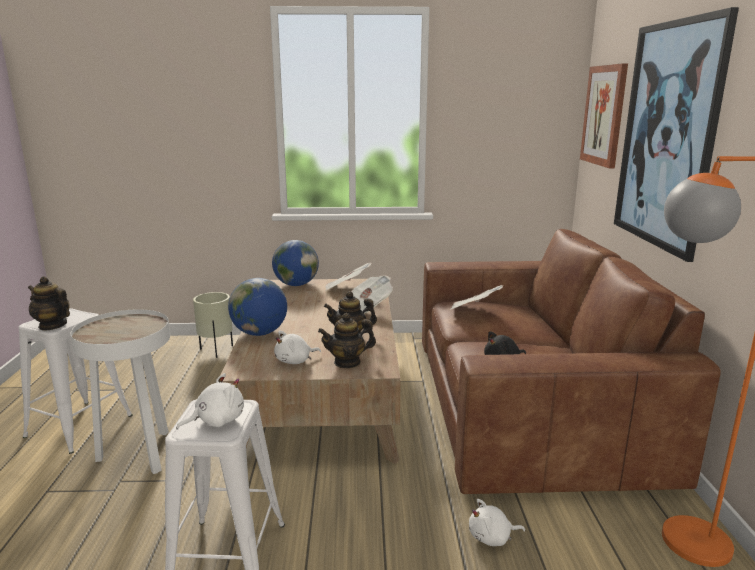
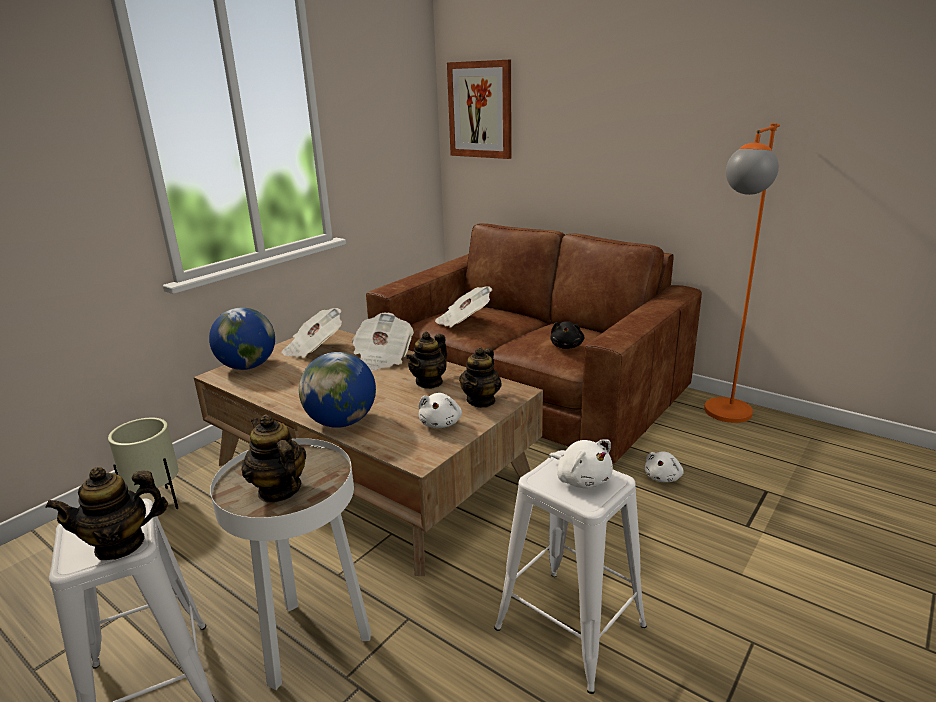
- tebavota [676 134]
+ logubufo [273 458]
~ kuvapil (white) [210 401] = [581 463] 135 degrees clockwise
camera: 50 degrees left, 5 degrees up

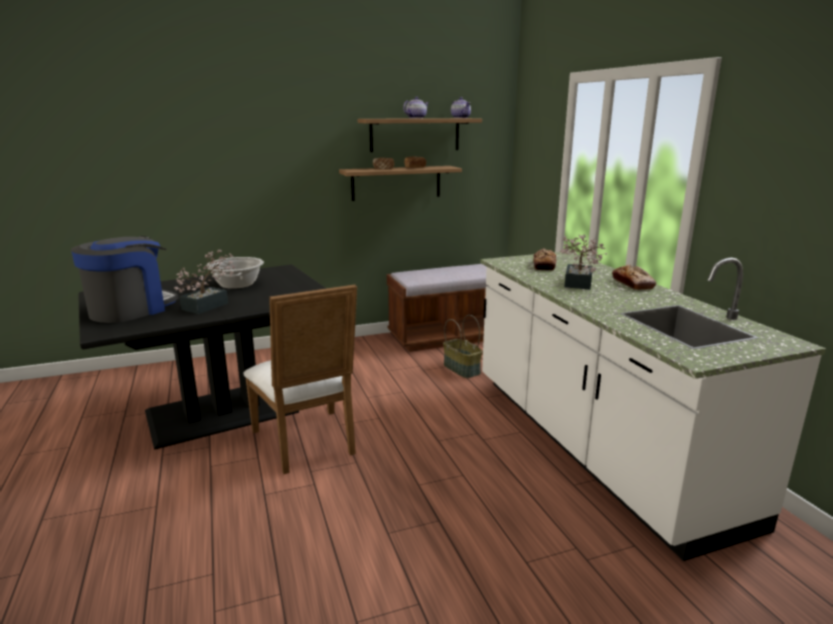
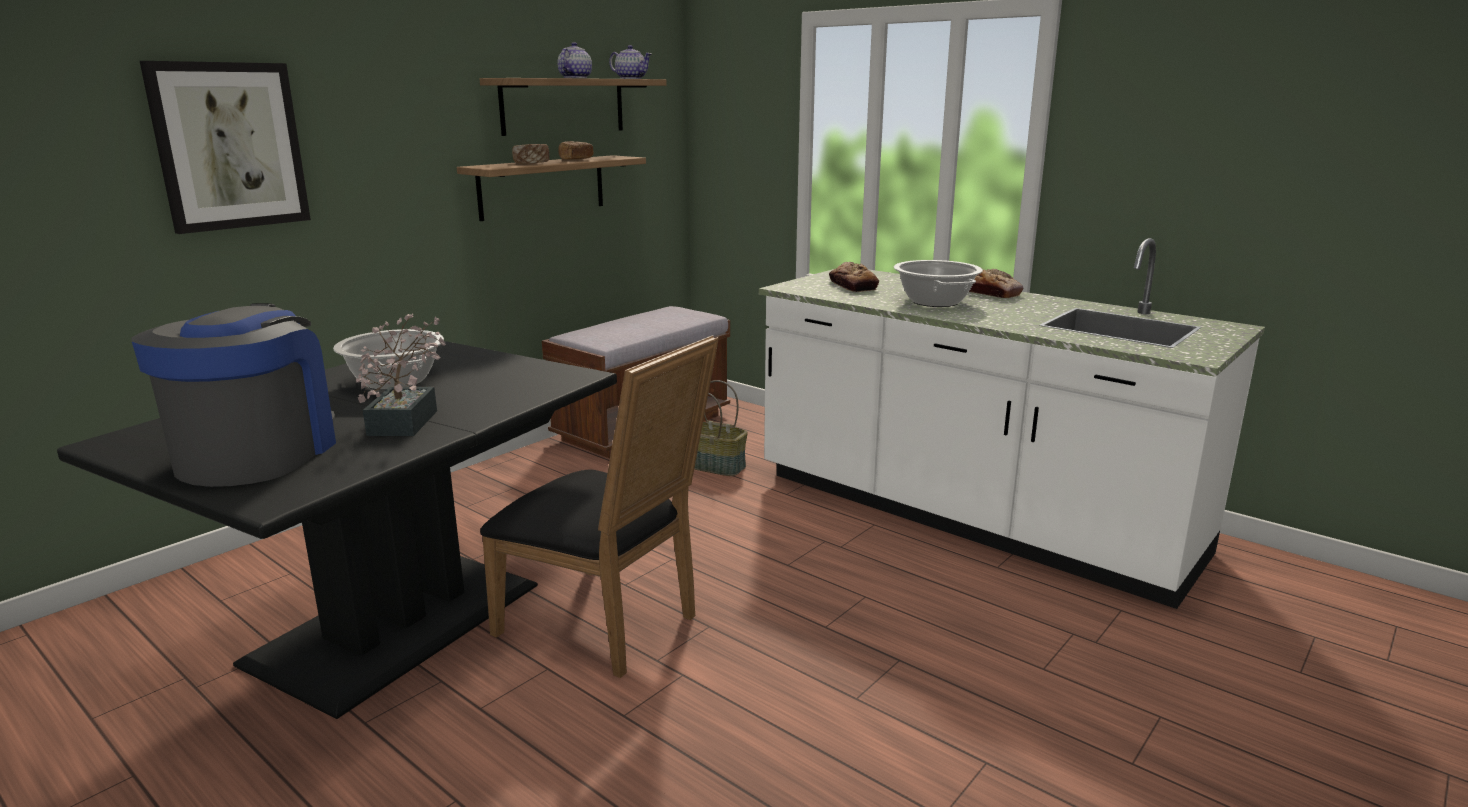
+ tebavota [225 147]
~ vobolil [583 261] to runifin [938 283]
~ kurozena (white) [300 379] to kurozena (black) [599 506]
camera: 30 degrees left, 0 degrees up

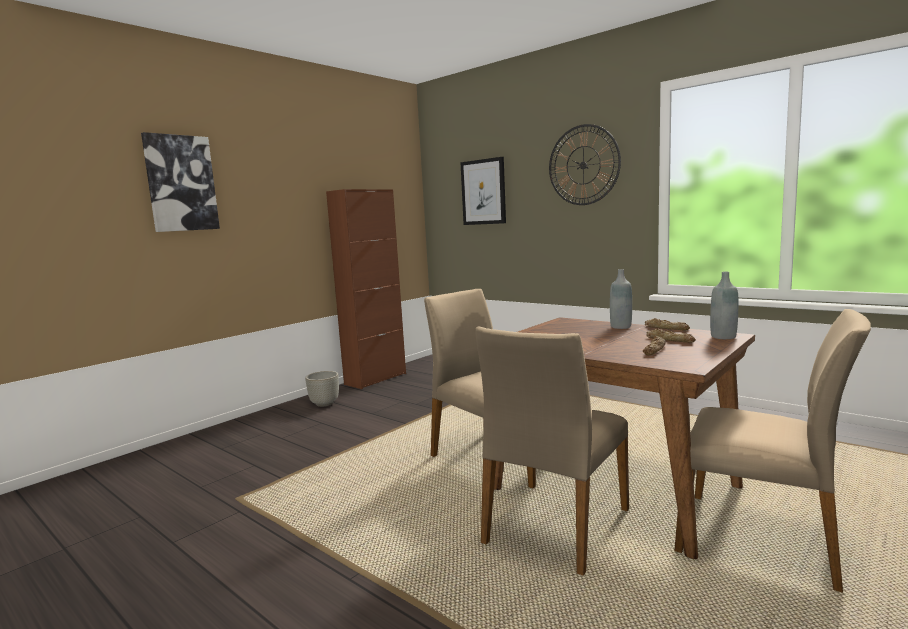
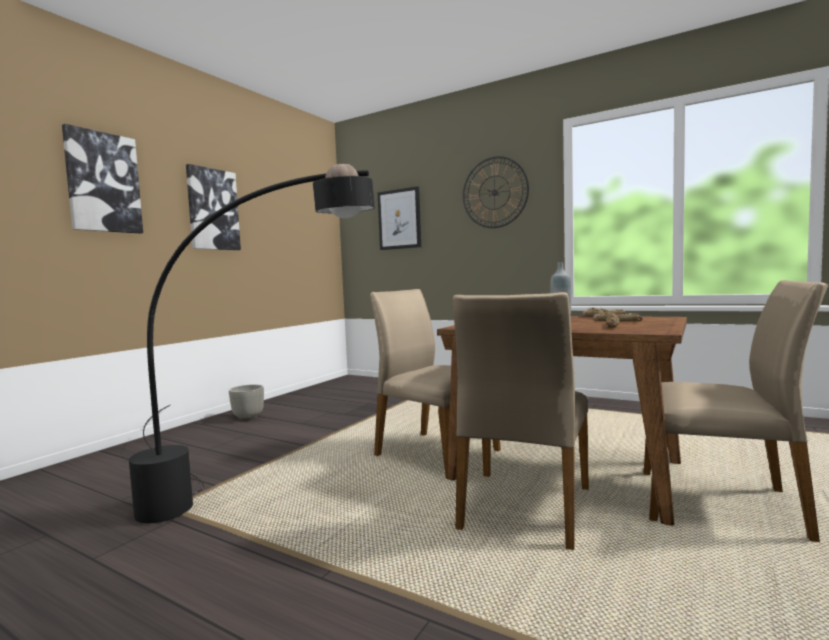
- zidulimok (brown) [366 289]
- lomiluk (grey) [724 305]
+ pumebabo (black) [252 343]
+ tebavota [213 207]
camera: 10 degrees left, 5 degrees down

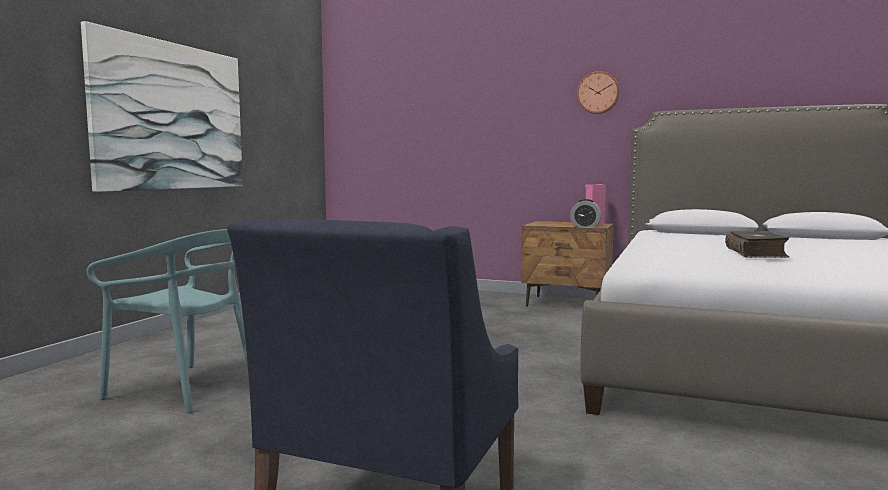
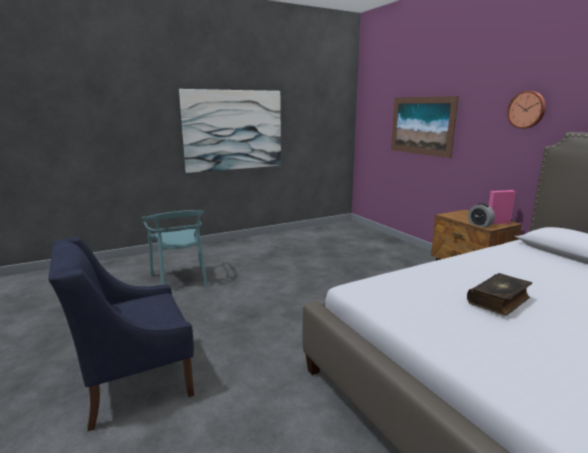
+ tebavota [425 127]
camera: 40 degrees right, 10 degrees up

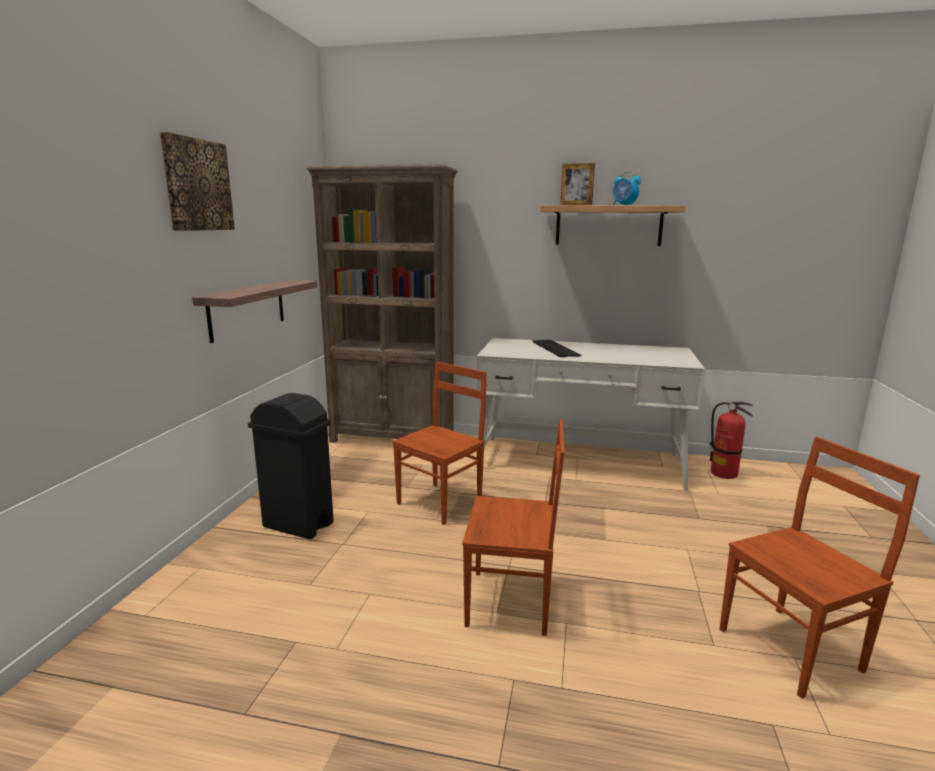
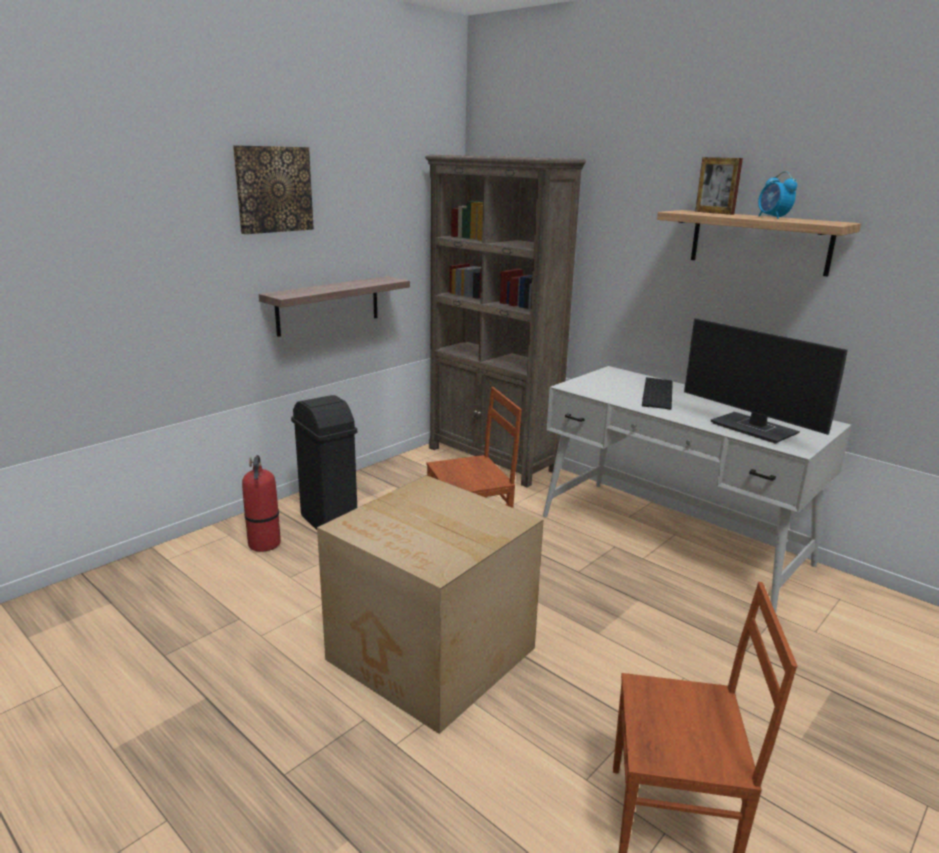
+ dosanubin [766 381]
~ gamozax [731 440] to [261 503]
~ kurozena (brown) [513 527] to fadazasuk [430 604]
camera: 30 degrees right, 5 degrees up

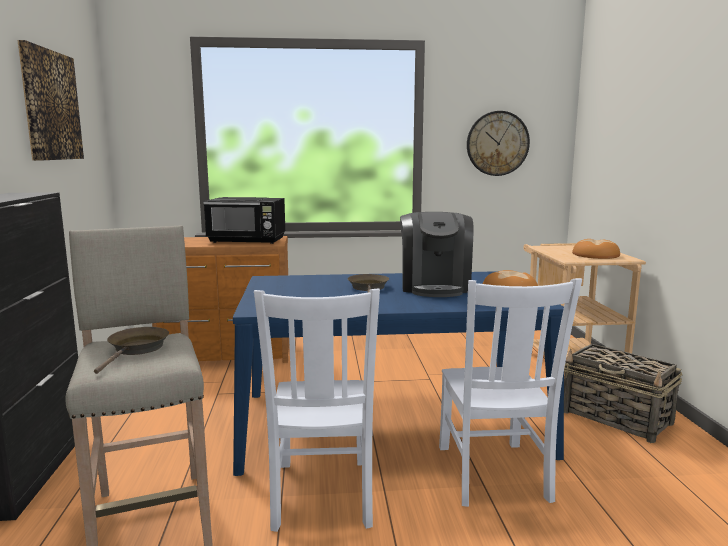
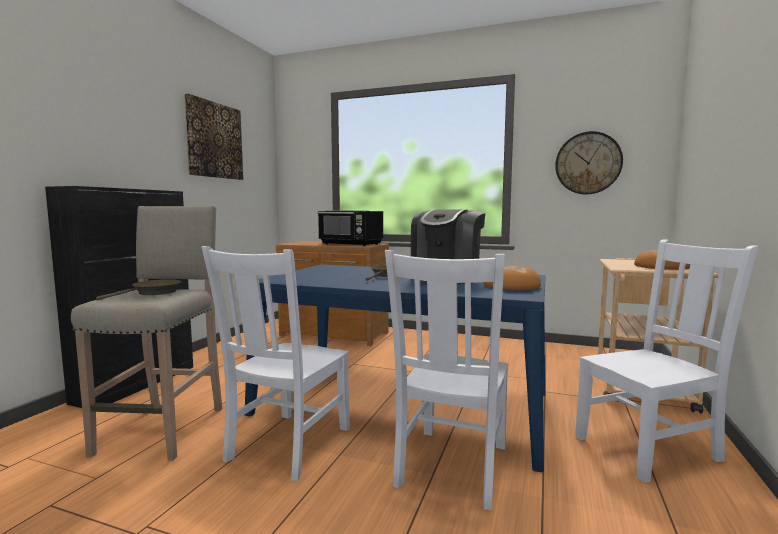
~ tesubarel [623 393] to kurozena (white) [666 361]
camera: 25 degrees right, 5 degrees down

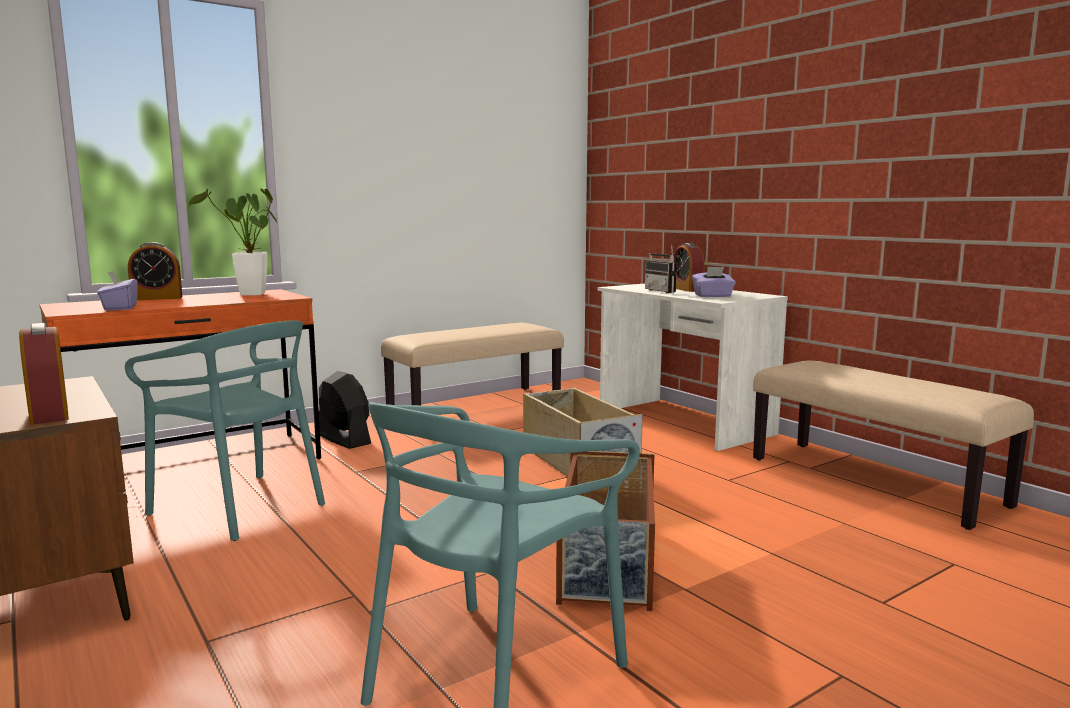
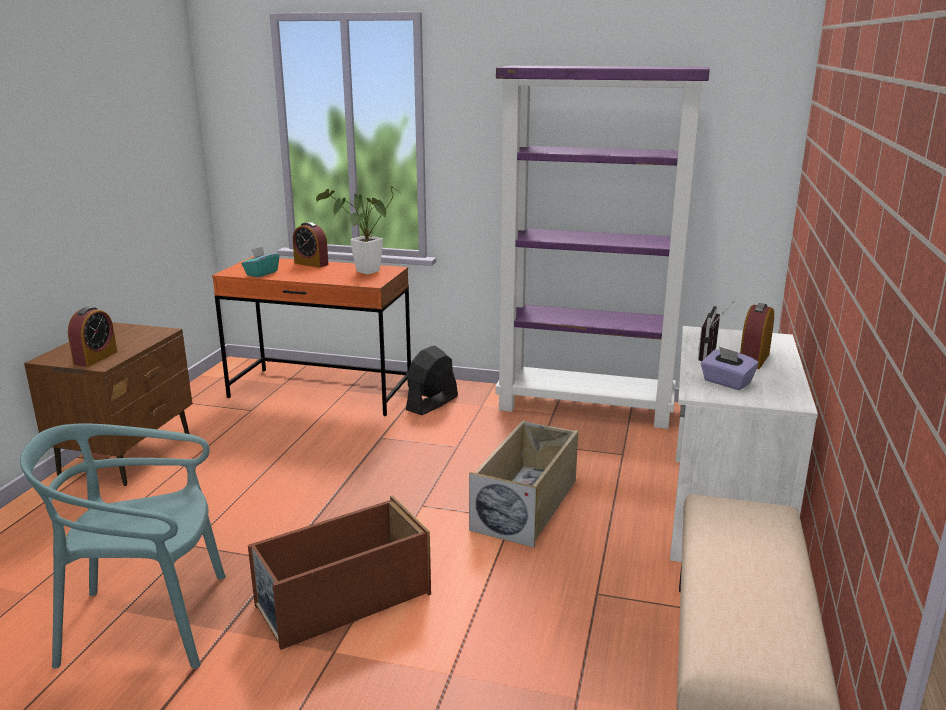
- kurozena (turquoise) [225 430]
~ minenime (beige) [472 364] to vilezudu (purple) [602 247]
~ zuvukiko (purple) [117 290] to zuvukiko (turquoise) [260 261]
~ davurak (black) [345 410] = [432 380] 150 degrees counterclockwise
camera: 50 degrees right, 10 degrees up

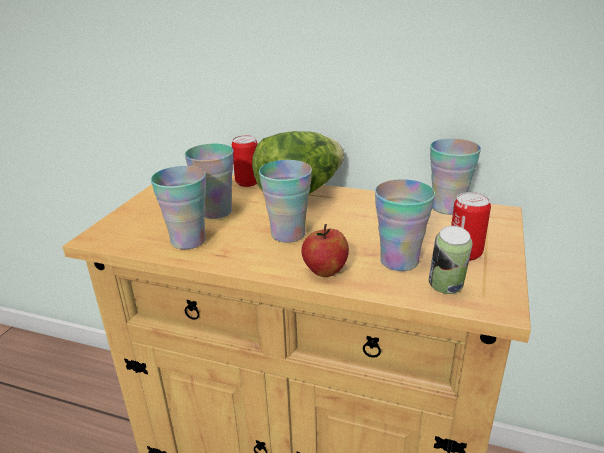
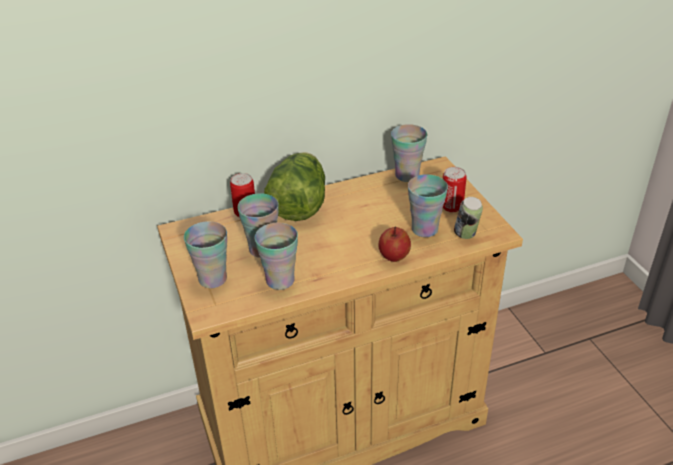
~ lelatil [285 201] to [205 254]
camera: 40 degrees left, 10 degrees up

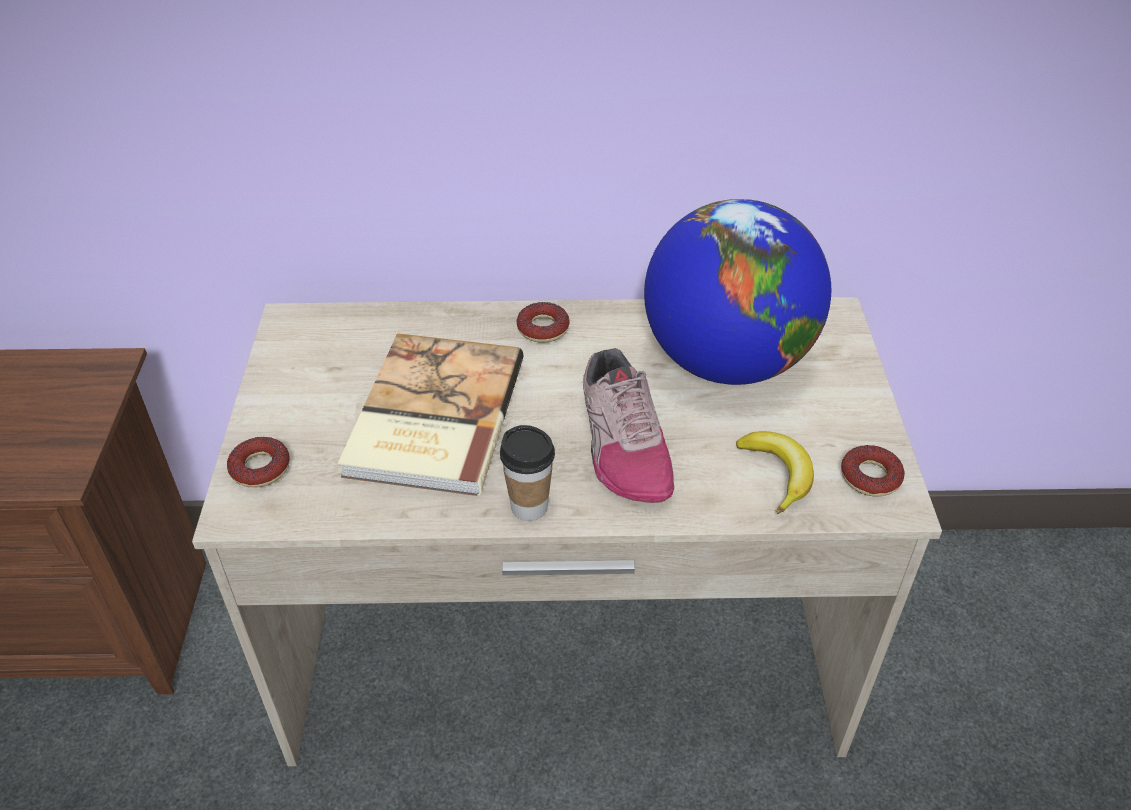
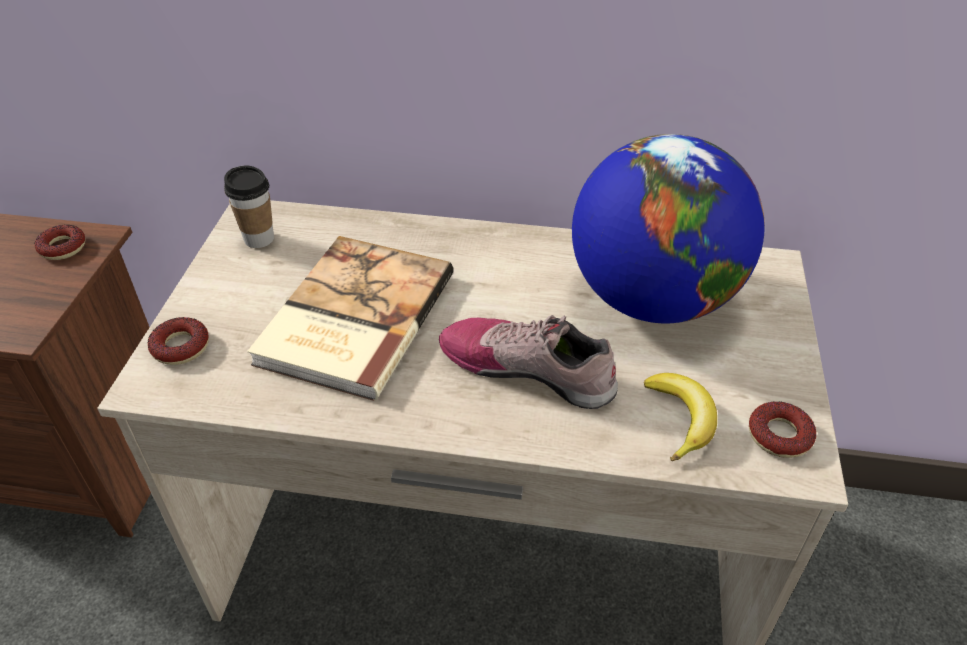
~ lelatil [527 473] to [249 207]
~ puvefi [543 322] to [59 242]
~ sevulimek [628 425] = [528 362] 120 degrees clockwise
camera: 10 degrees right, 0 degrees up

